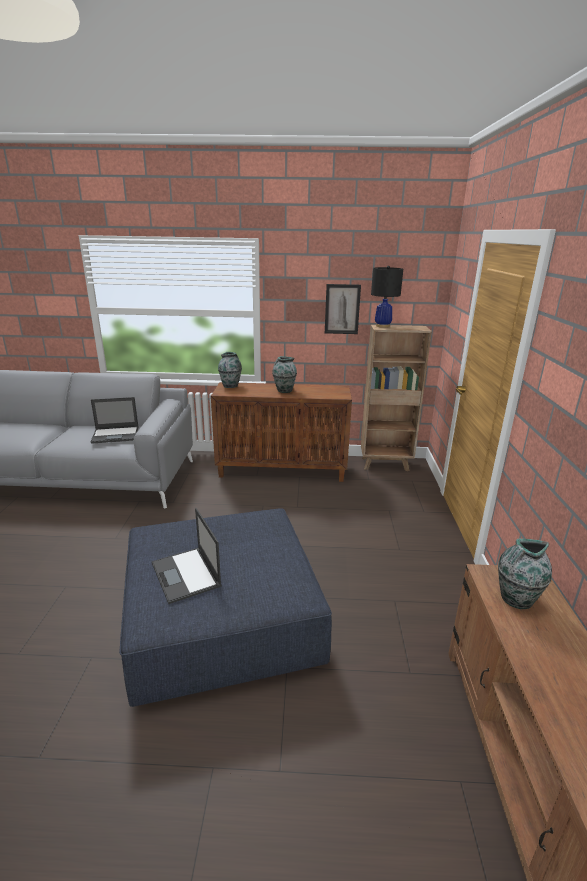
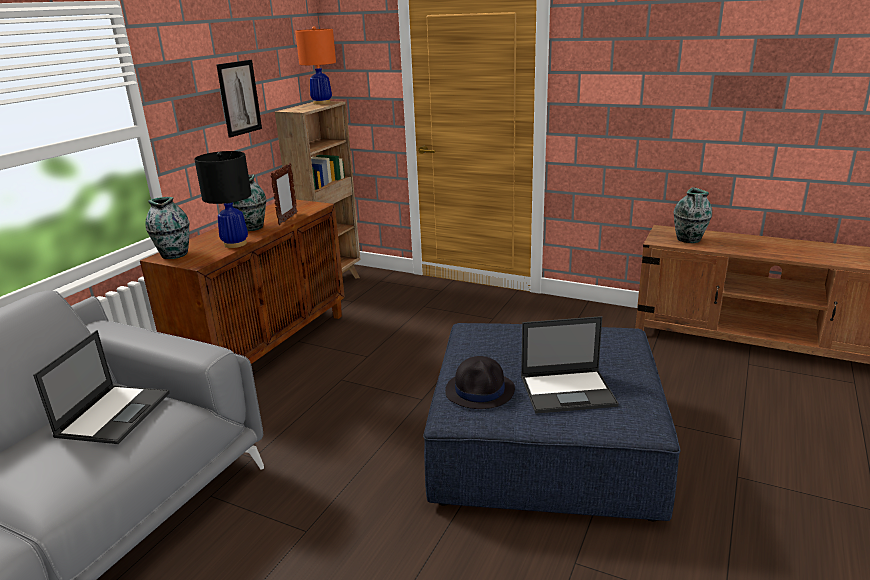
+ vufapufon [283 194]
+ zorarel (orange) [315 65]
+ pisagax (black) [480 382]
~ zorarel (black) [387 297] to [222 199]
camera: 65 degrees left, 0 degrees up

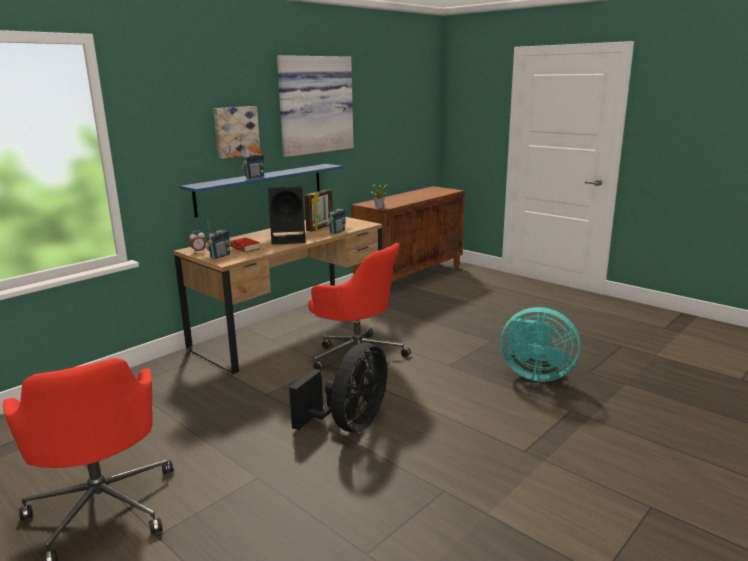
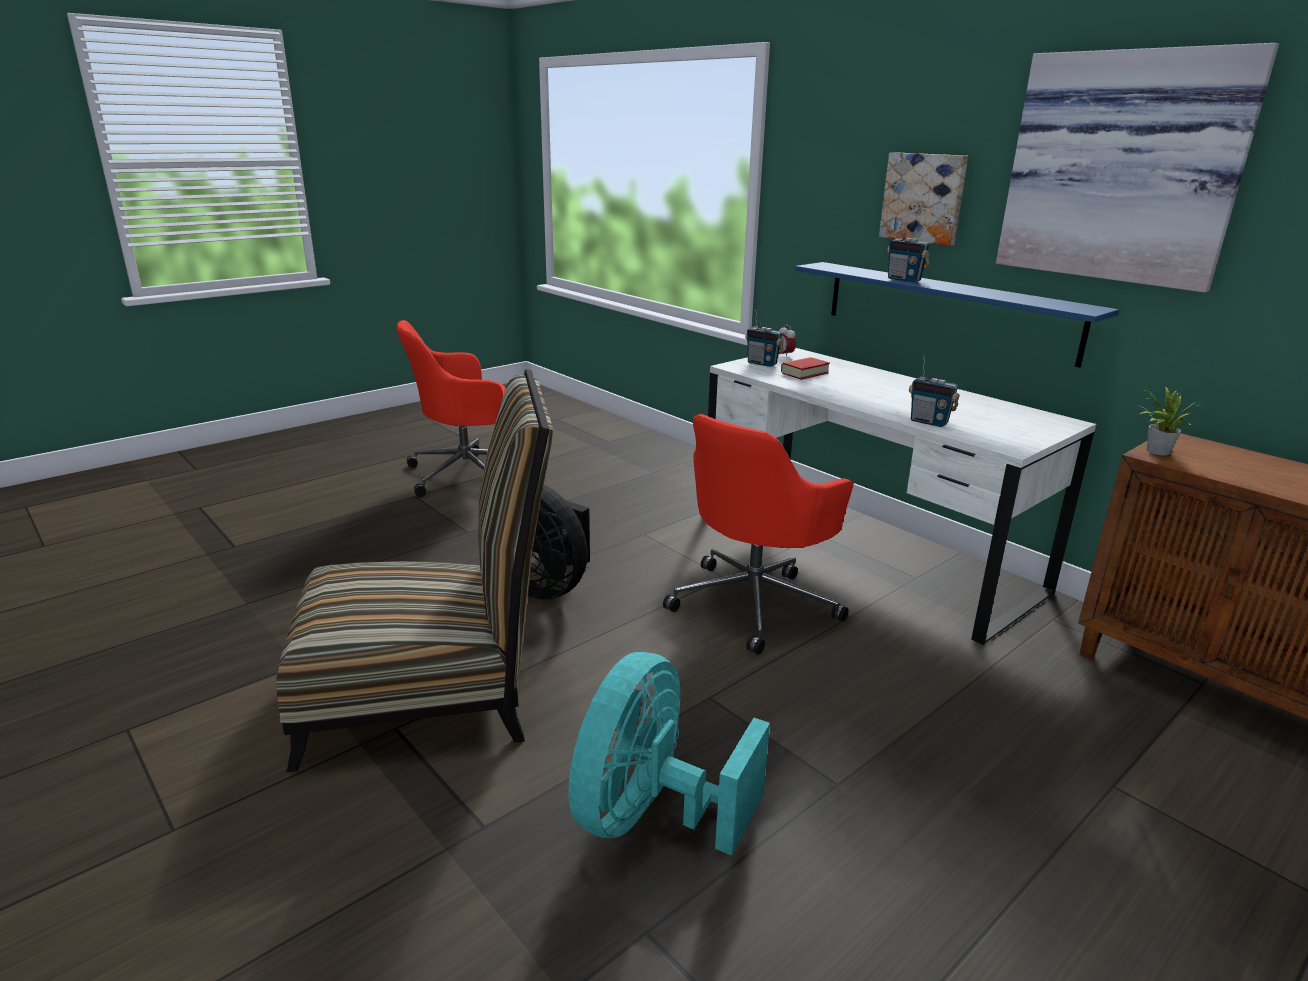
- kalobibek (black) [286 216]
- vufapufon [318 210]
+ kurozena [414 571]
~ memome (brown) [278 295] to memome (white) [902 496]
camera: 95 degrees right, 5 degrees up

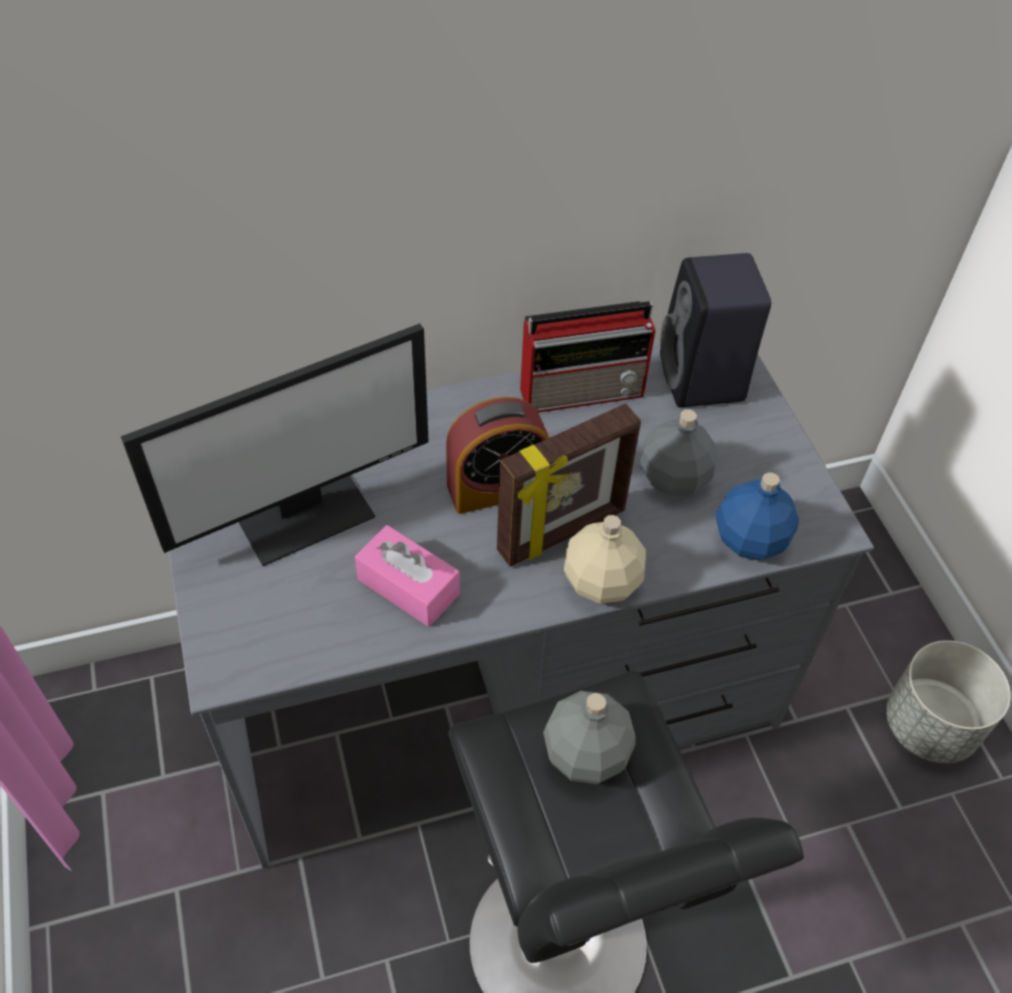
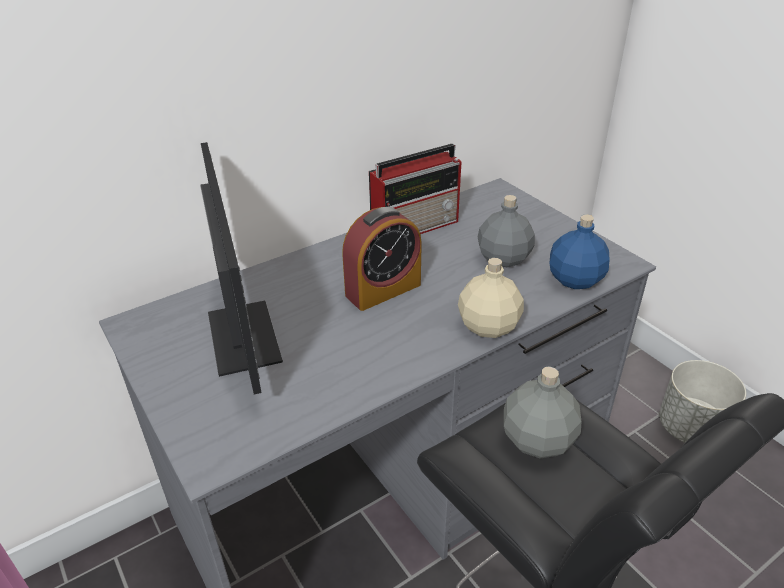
- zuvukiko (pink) [407 576]
- vufapufon [569 485]
- kalobibek (black) [715 330]
~ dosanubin [275 445] = [241 268] 60 degrees counterclockwise
camera: 15 degrees left, 15 degrees down

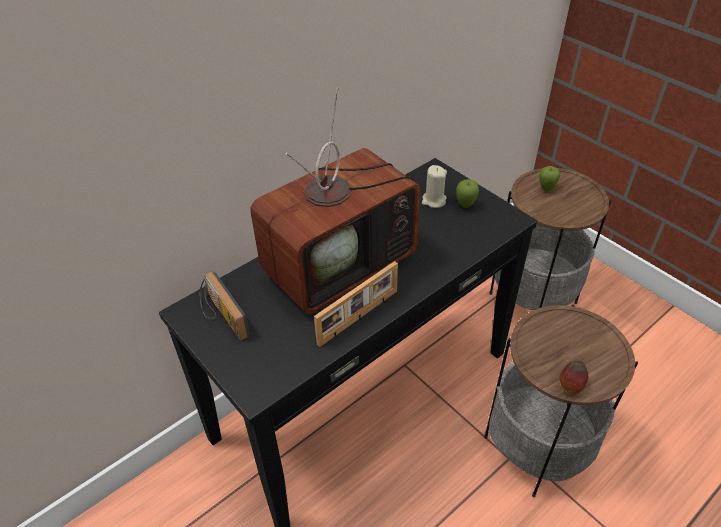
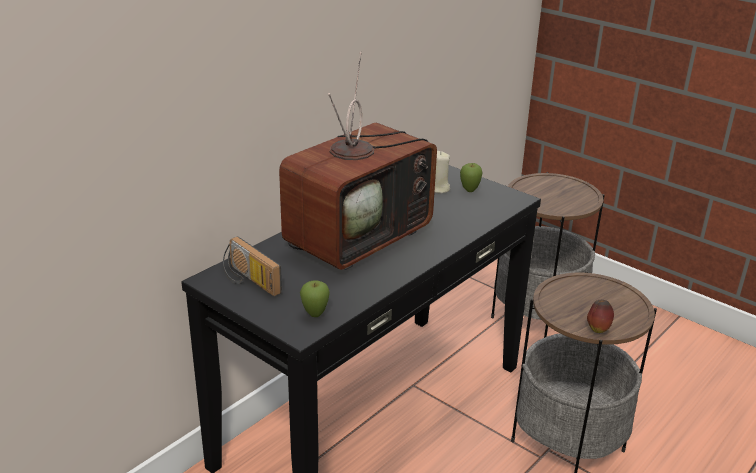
- vufapufon [356 304]
~ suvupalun [550 178] to [315 298]
camera: 10 degrees left, 15 degrees down

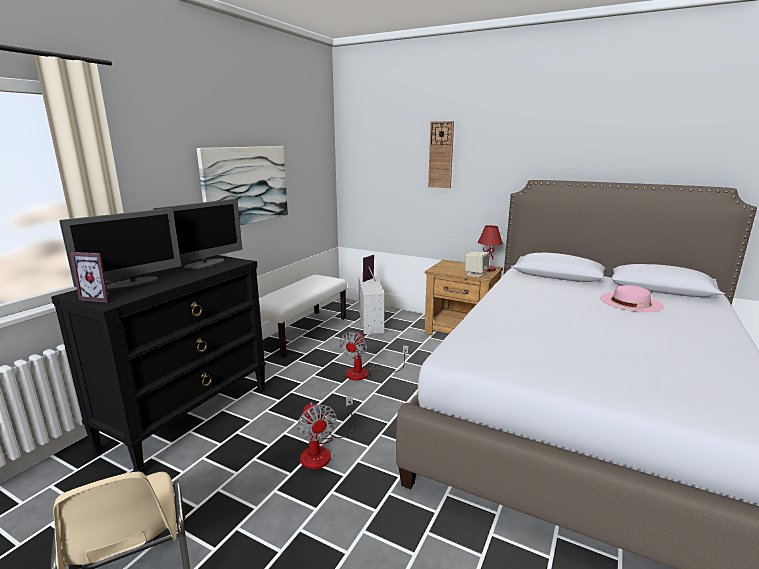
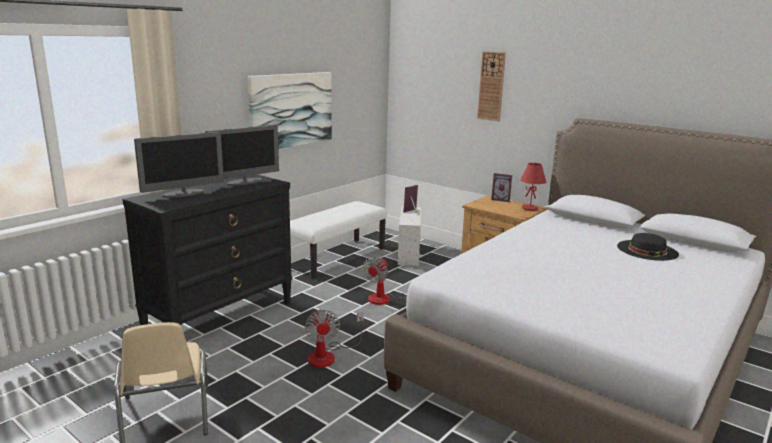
- kalobibek (beige) [476 264]
~ vufapufon [90 277] to [501 187]
~ pisagax (pink) [632 298] to pisagax (black) [648 247]
camera: 10 degrees right, 0 degrees up

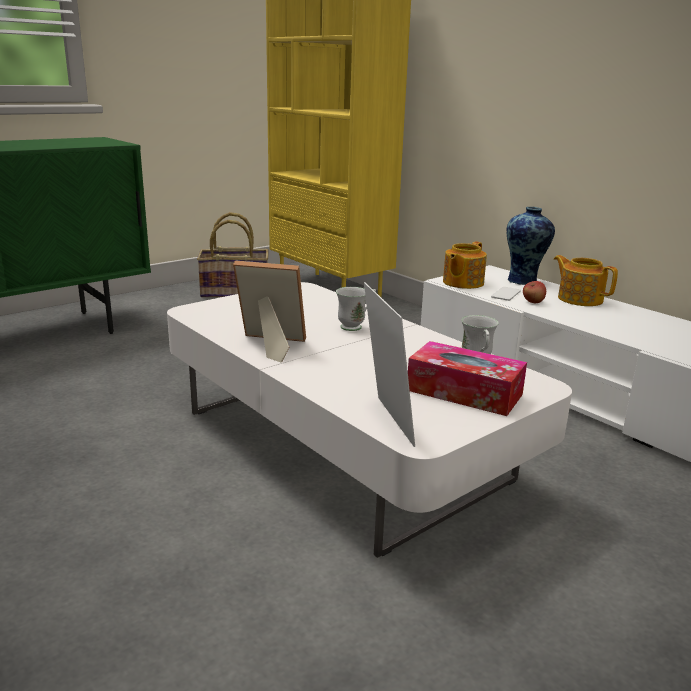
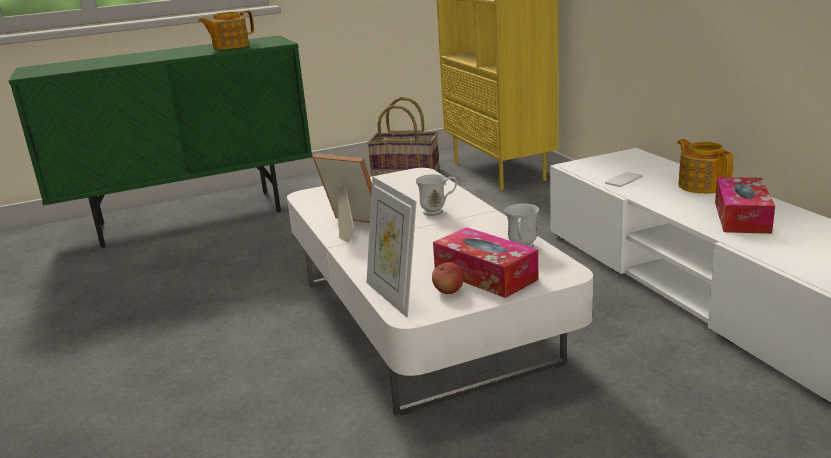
- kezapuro [530 246]
+ zuvukiko [745 205]
~ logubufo [465 265] to [226 29]
~ suvupalun [534 292] to [447 278]
~ vufapufon [389 364] = [392 247] 150 degrees clockwise
camera: 20 degrees right, 0 degrees up

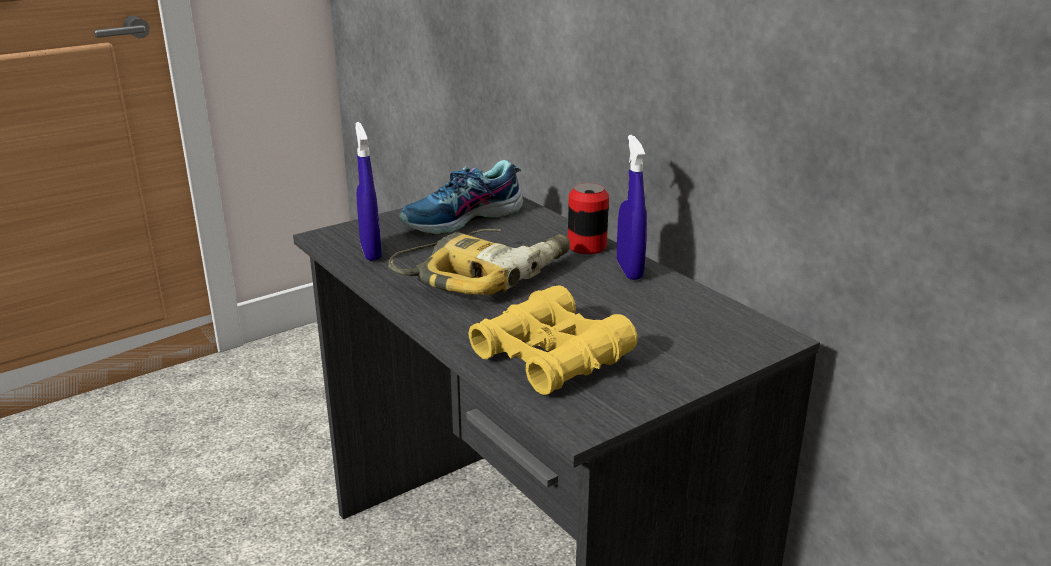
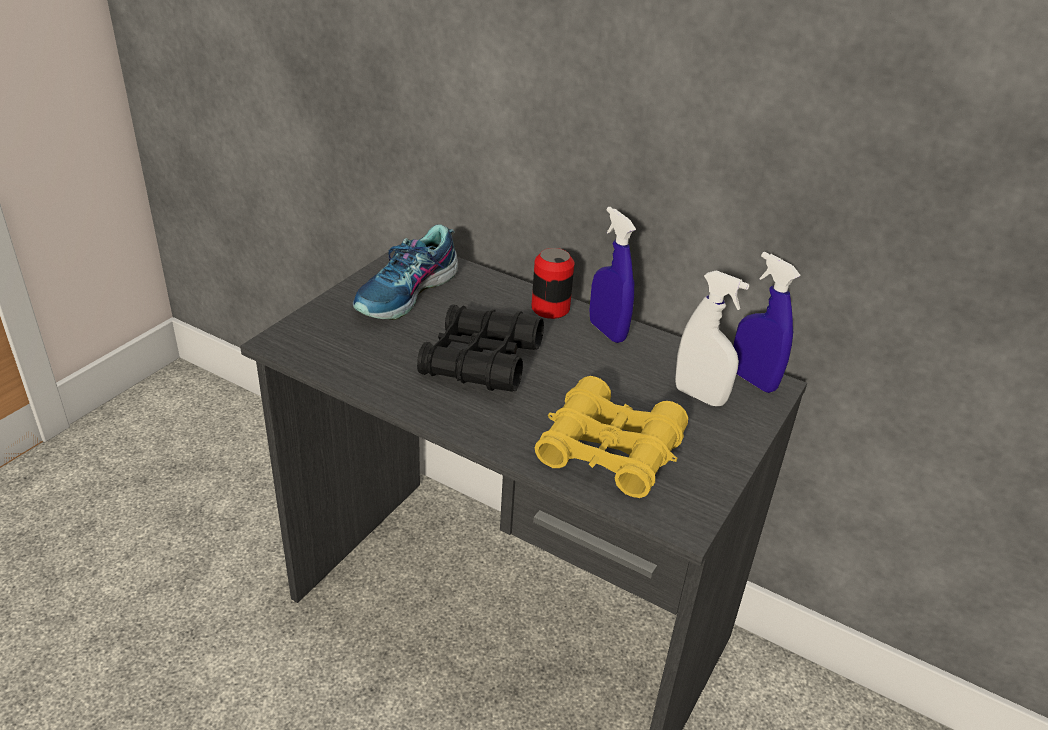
+ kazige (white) [712 338]
~ kazige (blue) [368 191] to [767 322]
~ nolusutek [479 262] to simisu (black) [480 348]
camera: 25 degrees left, 10 degrees up

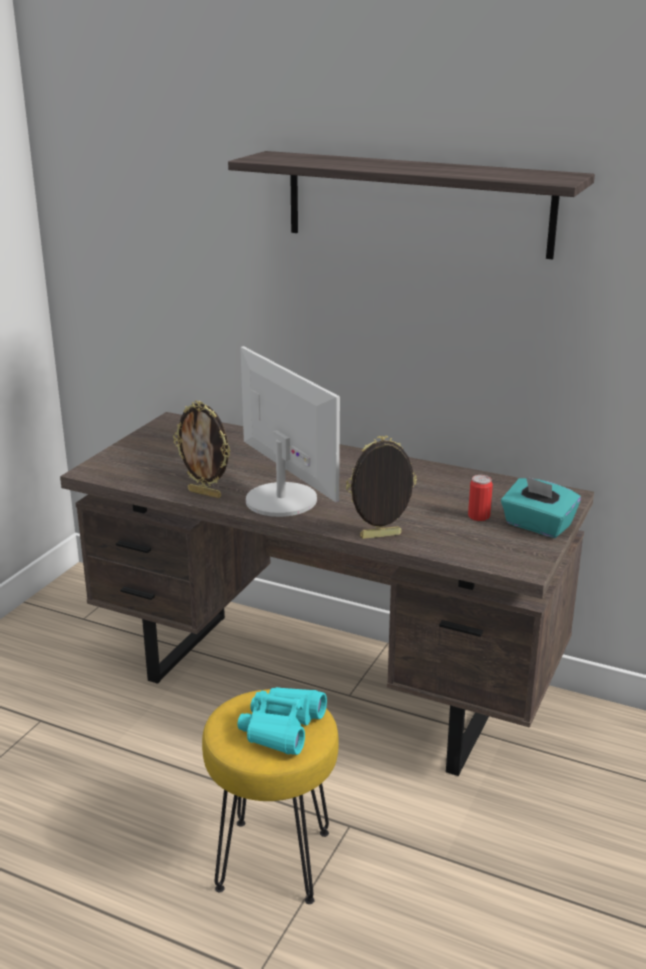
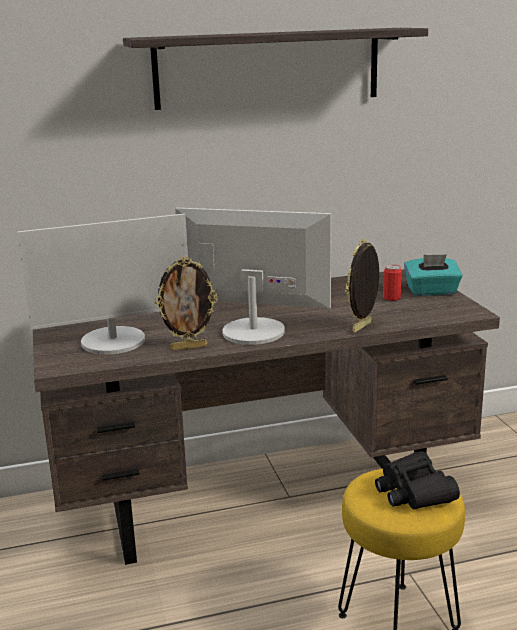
+ dosanubin [102 284]
~ simisu (turquoise) [282 721] to simisu (black) [417 480]
camera: 40 degrees left, 5 degrees down

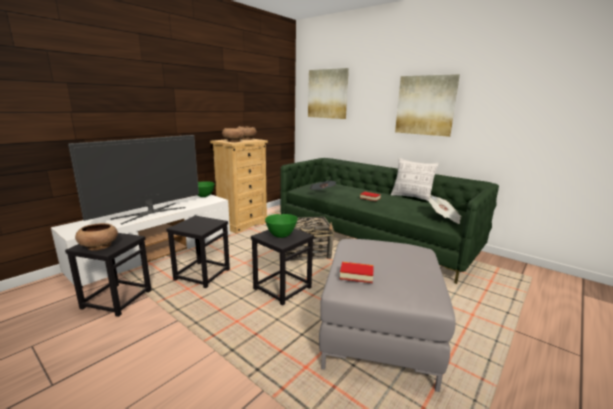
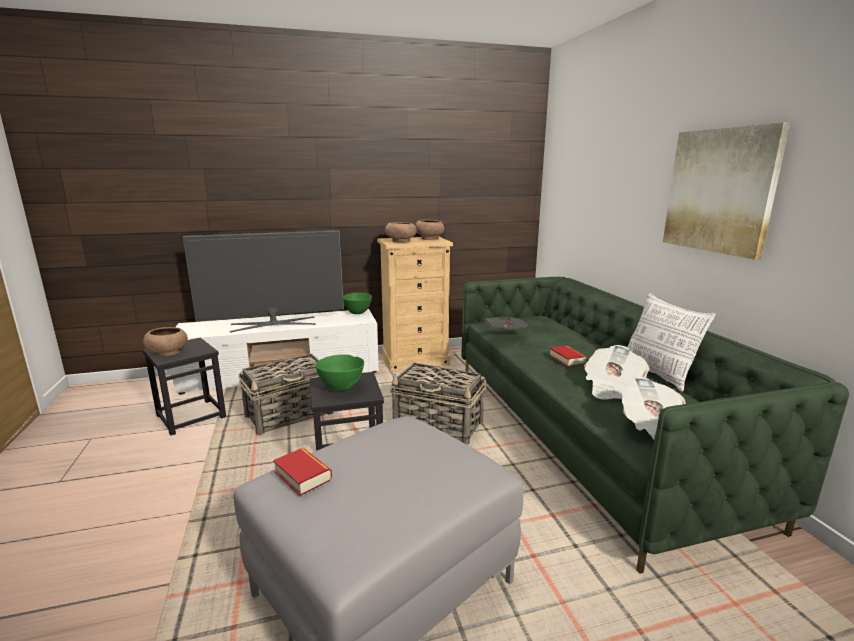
- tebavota [328 93]
+ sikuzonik [616 372]
~ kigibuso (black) [198 252] to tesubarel [285 394]
camera: 35 degrees right, 0 degrees up

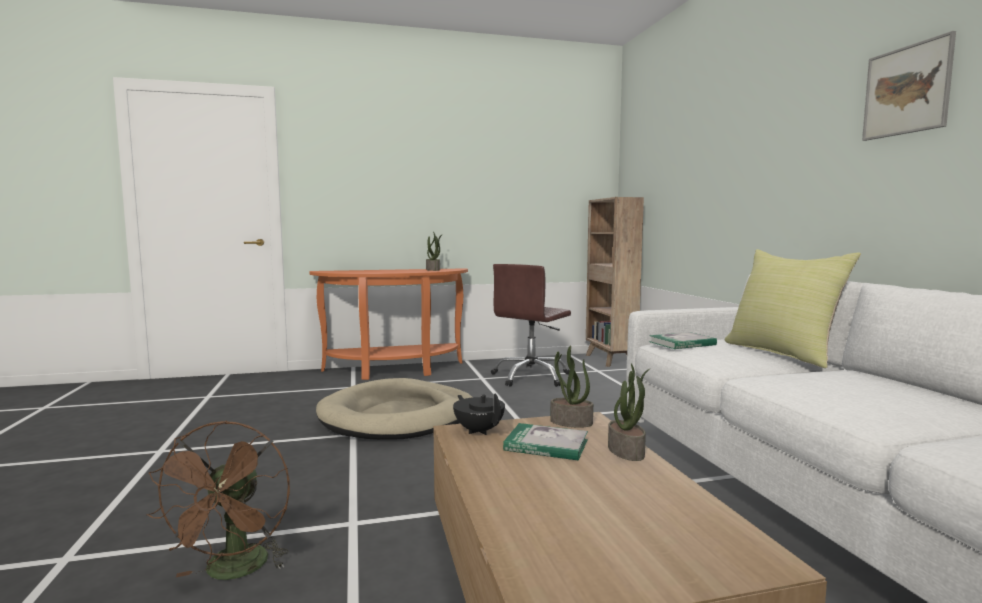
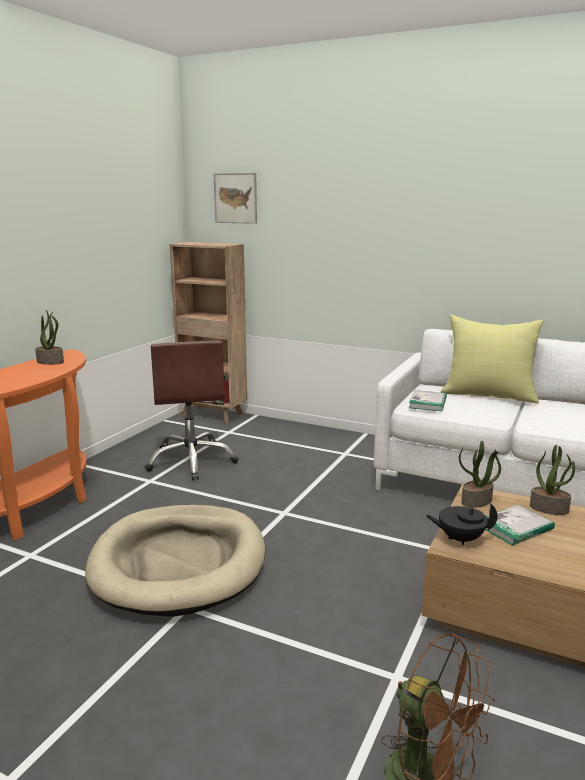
~ tebavota [909 86] to [235 198]
camera: 50 degrees left, 10 degrees up

